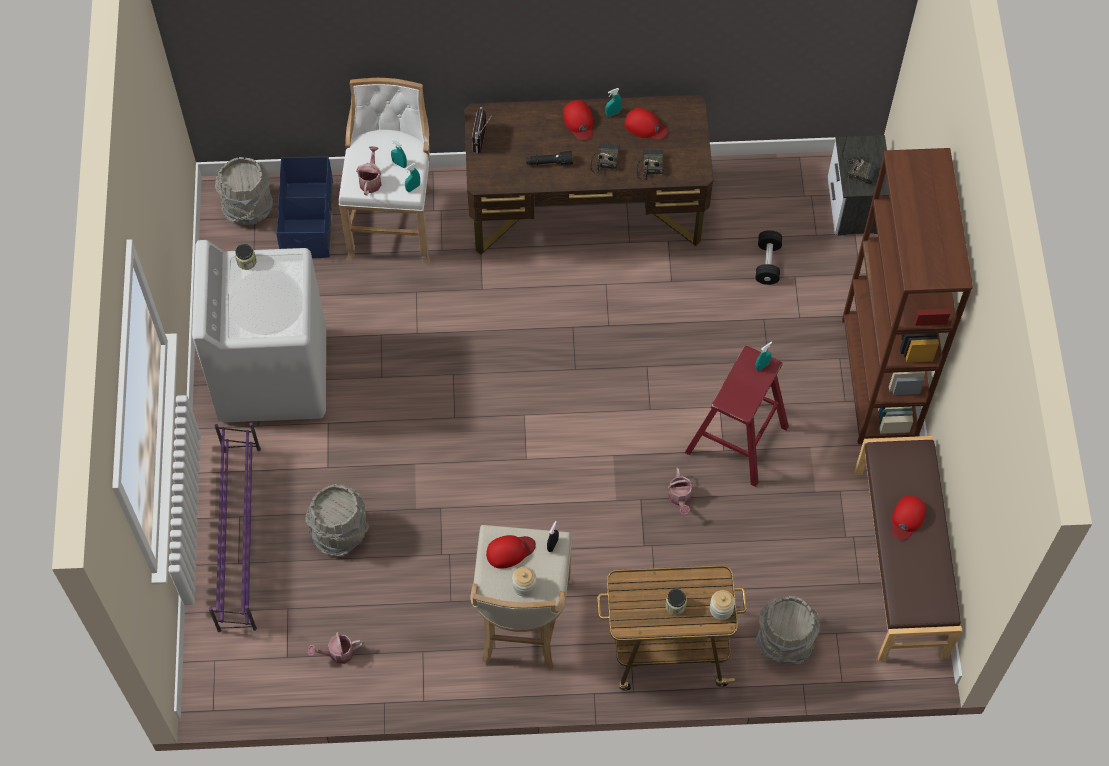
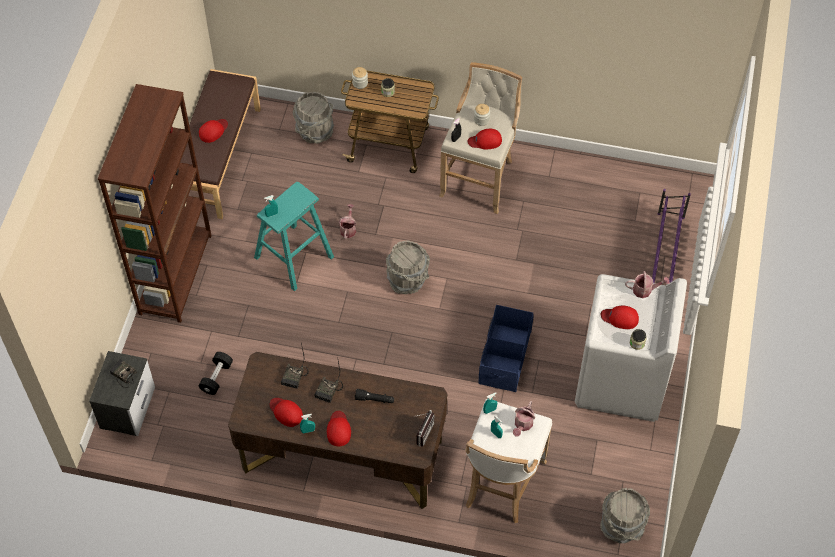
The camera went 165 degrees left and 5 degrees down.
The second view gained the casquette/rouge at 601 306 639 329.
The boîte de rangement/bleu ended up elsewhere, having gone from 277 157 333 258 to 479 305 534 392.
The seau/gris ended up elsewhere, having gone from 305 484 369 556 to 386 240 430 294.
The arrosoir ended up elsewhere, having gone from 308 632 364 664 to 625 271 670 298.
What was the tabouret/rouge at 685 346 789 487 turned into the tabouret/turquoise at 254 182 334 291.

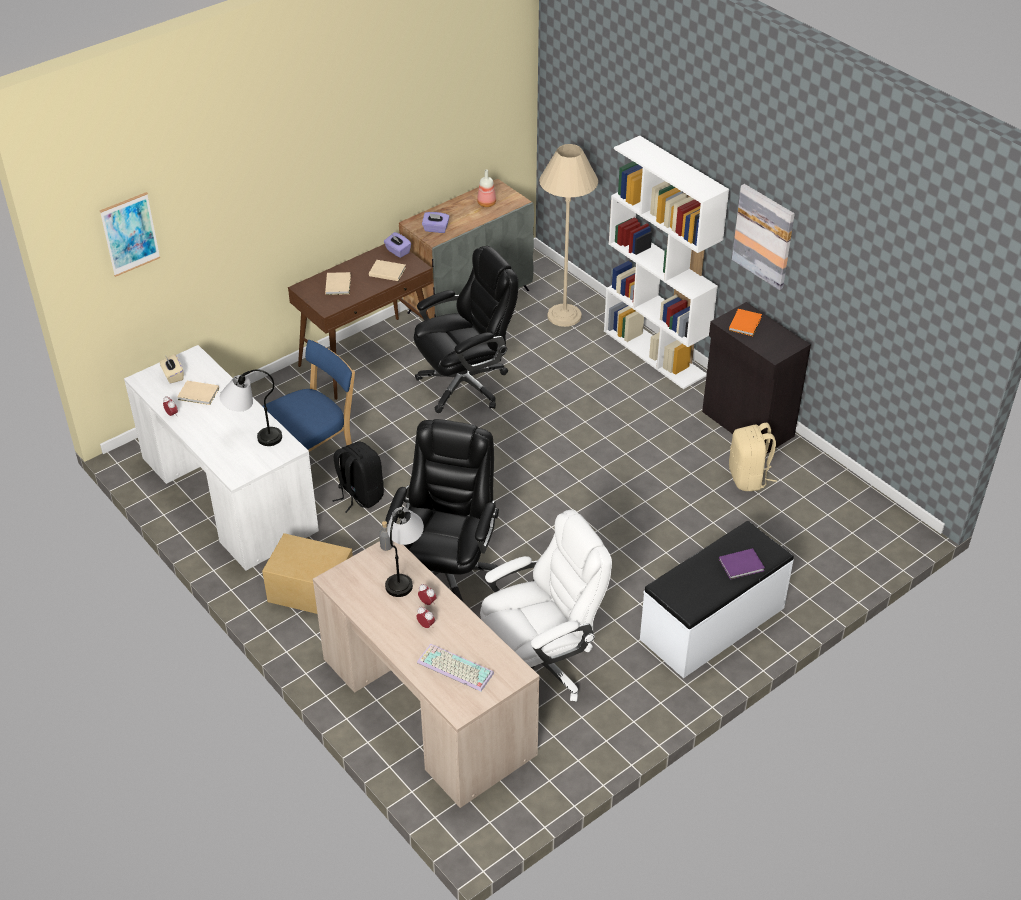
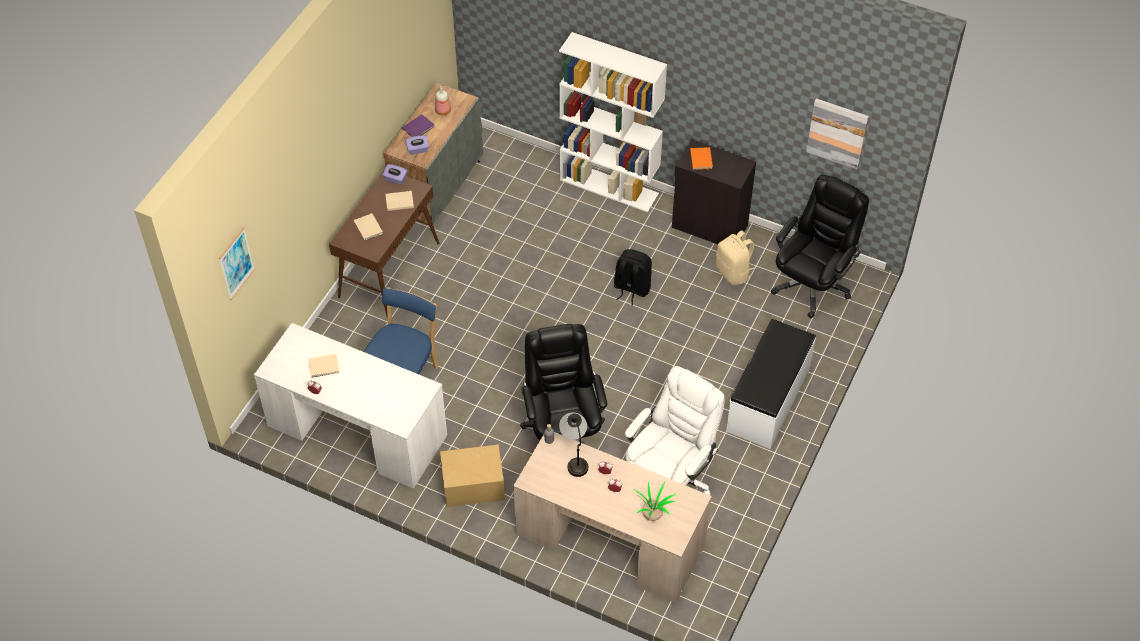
The camera went 25 degrees left and 10 degrees up.
The second view lost the boîte à mouchoirs/beige at 160 354 184 384.
The second view lost the lampe de table at 220 369 282 446.
The second view lost the lampadaire/beige at 539 144 598 327.
The sac à dos/noir ended up elsewhere, having gone from 332 441 384 513 to 614 249 652 305.
The chaise de bureau/noir ended up elsewhere, having gone from 414 246 518 413 to 771 174 869 318.
The livre/violet ended up elsewhere, having gone from 719 548 765 580 to 402 114 435 137.
The tableau ended up elsewhere, having gone from 732 184 795 290 to 806 98 869 169.
Where the clavier stood at 417 644 494 691, the plante en pot came to stand at 635 481 676 521.

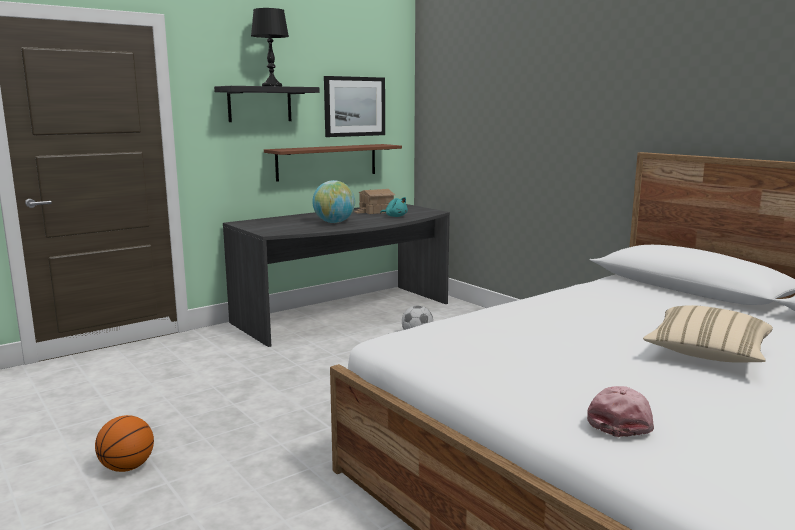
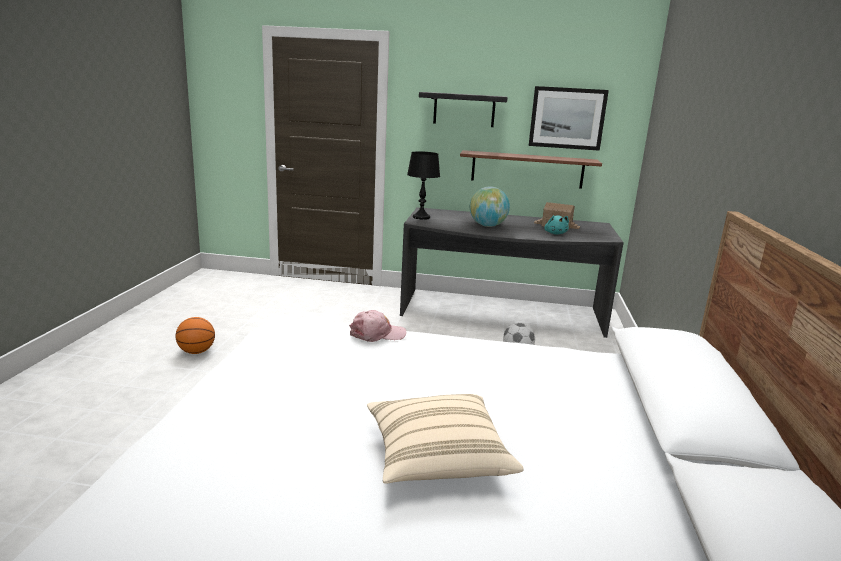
The camera went 45 degrees right and 5 degrees up.
The lampe de table/noir ended up elsewhere, having gone from 251 8 289 86 to 407 151 440 220.
The casquette/rose ended up elsewhere, having gone from 587 386 654 437 to 349 310 406 342.

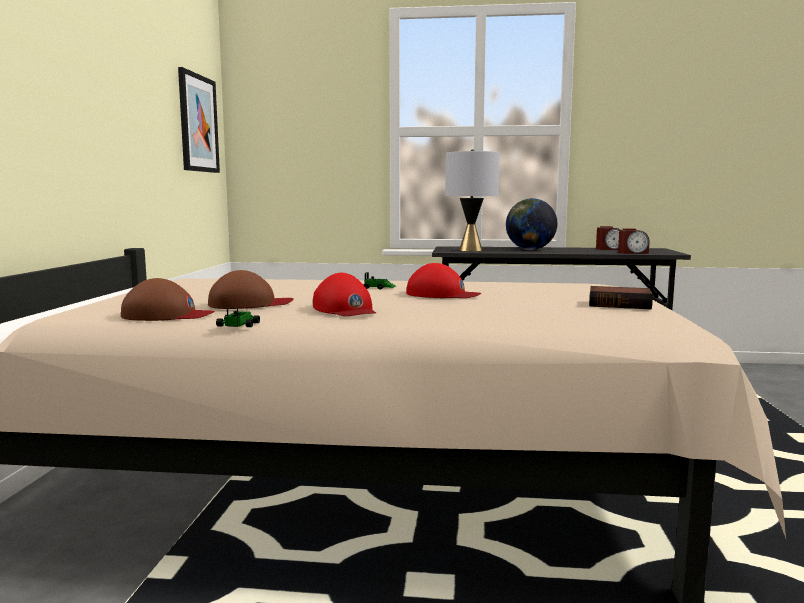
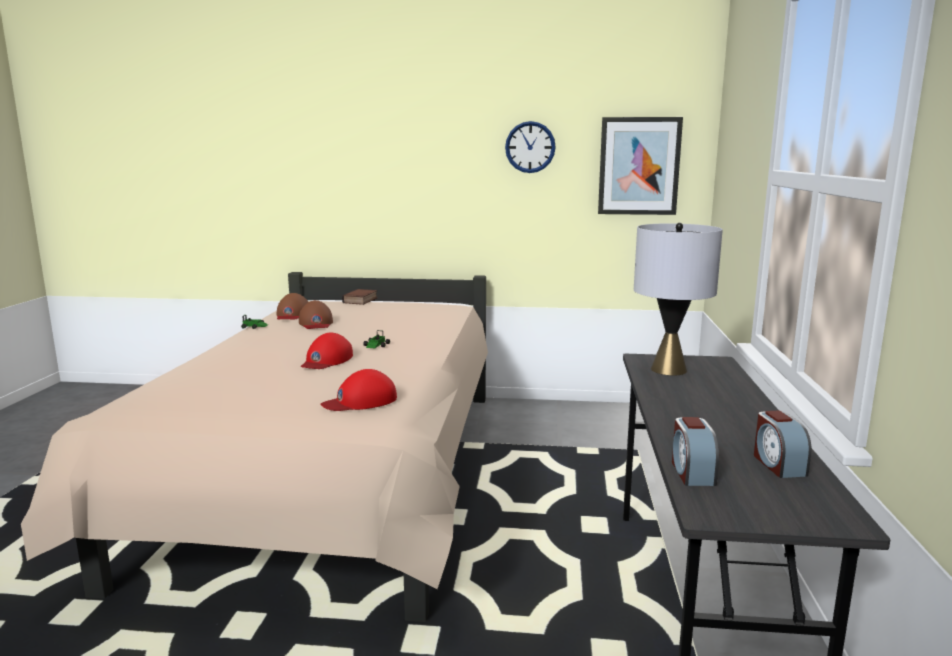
The camera went 90 degrees right and 5 degrees up.
The second view lost the globe at 506 198 557 250.
The second view gained the horloge murale at 505 121 556 173.
The casquette/rouge ended up elsewhere, having gone from 313 273 376 316 to 320 369 397 411.
The livre ended up elsewhere, having gone from 589 286 653 309 to 342 289 378 305.

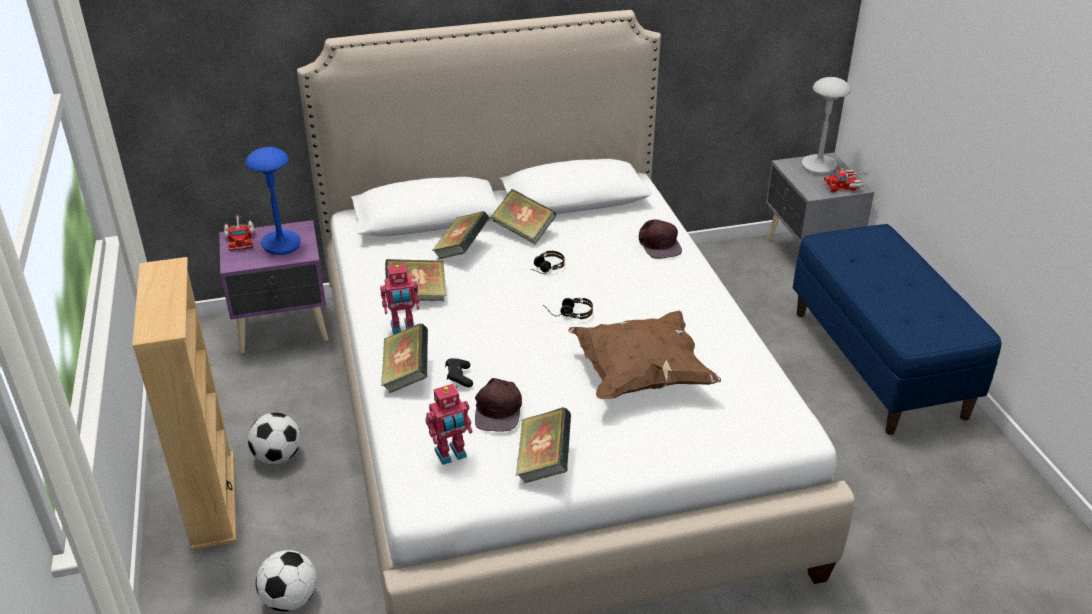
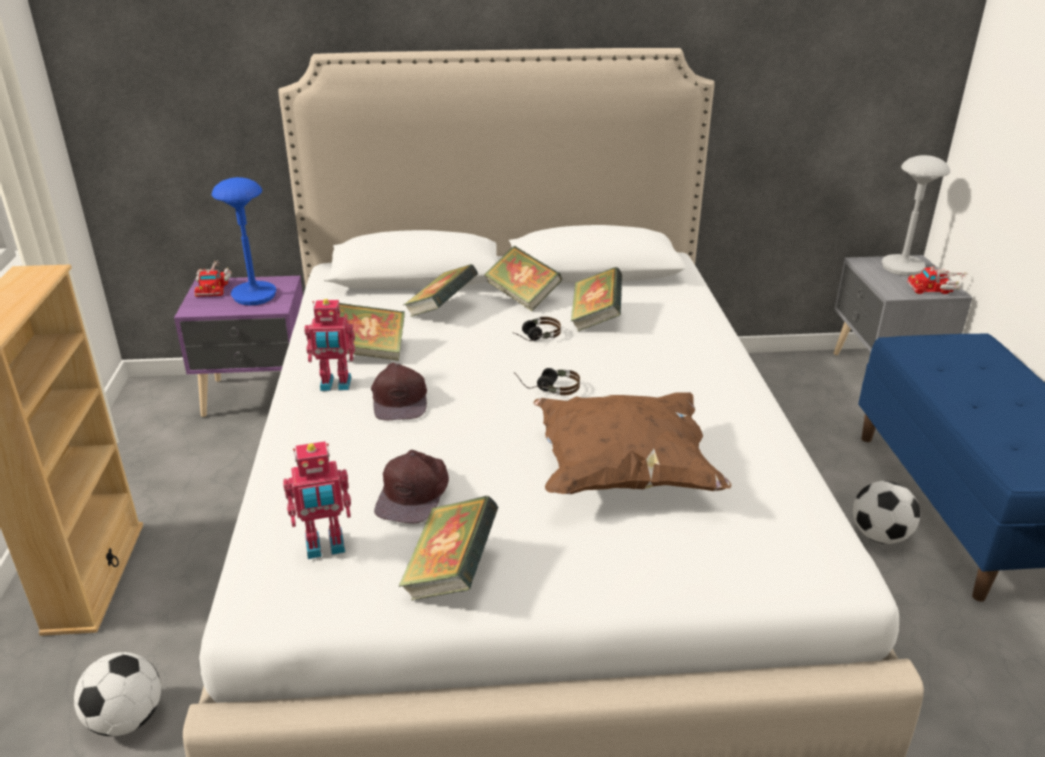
The camera went 10 degrees right and 5 degrees down.
The second view lost the manette/noir at 445 358 473 387.
The ballon de foot ended up elsewhere, having gone from 248 413 301 464 to 853 481 920 544.
The livre ended up elsewhere, having gone from 381 323 428 393 to 571 267 622 331.
The casquette/marron ended up elsewhere, having gone from 639 219 682 259 to 371 363 427 420.

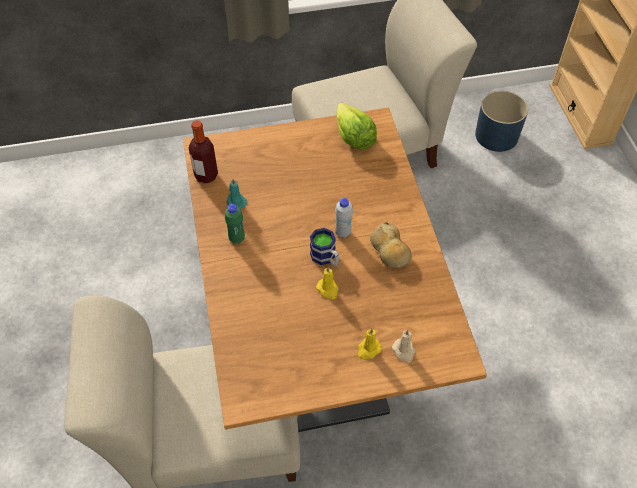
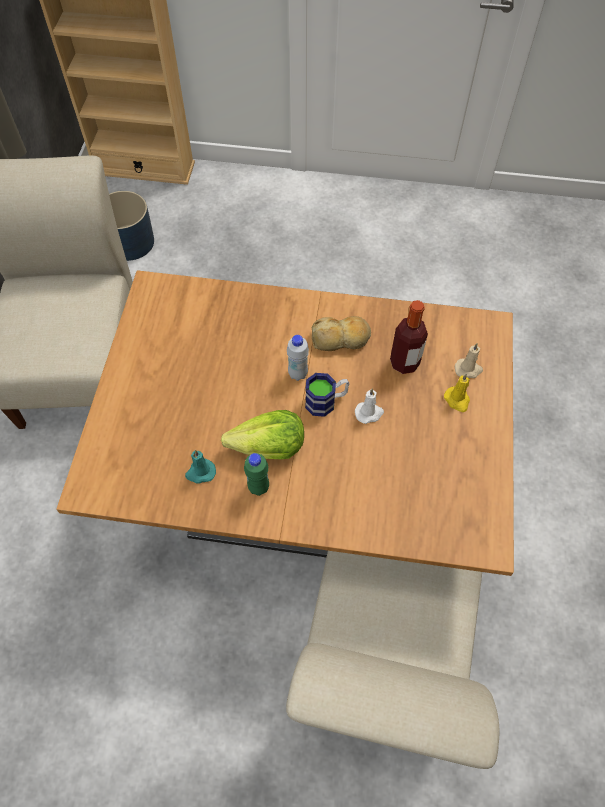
The camera went 70 degrees left and 5 degrees up.
The bouteille ended up elsewhere, having gone from 189 120 218 184 to 390 300 428 374.
The laitue ended up elsewhere, having gone from 336 103 377 150 to 221 410 304 459.
What was the bougie/jaune at 316 267 338 299 turned into the bougie/blanc at 355 388 384 424.

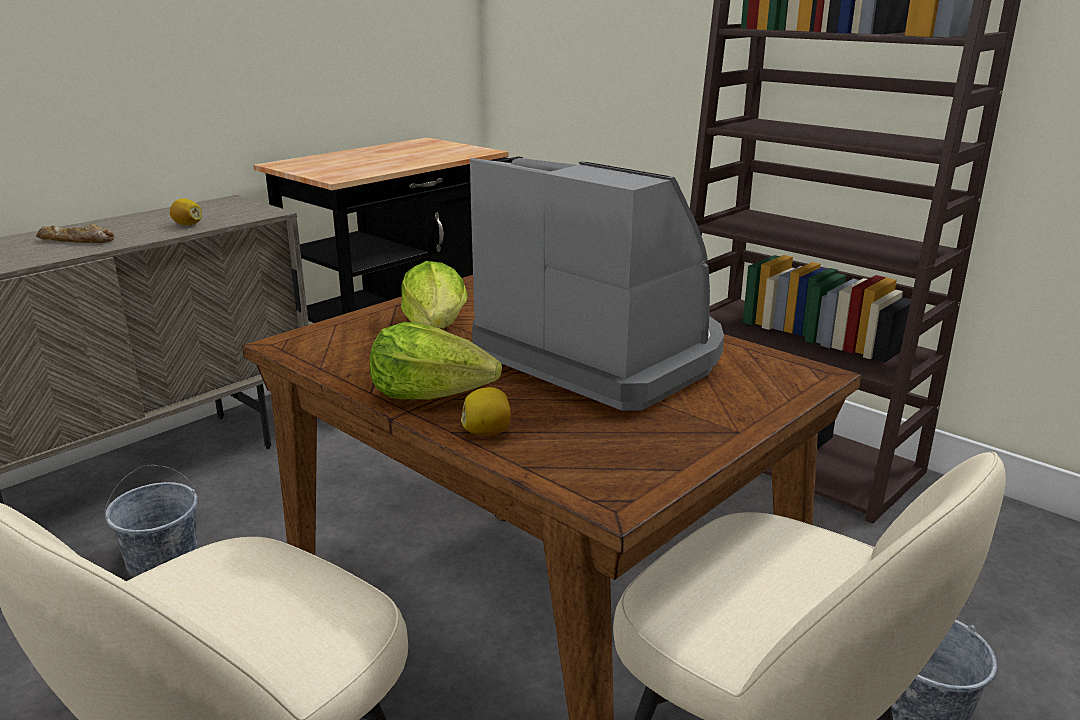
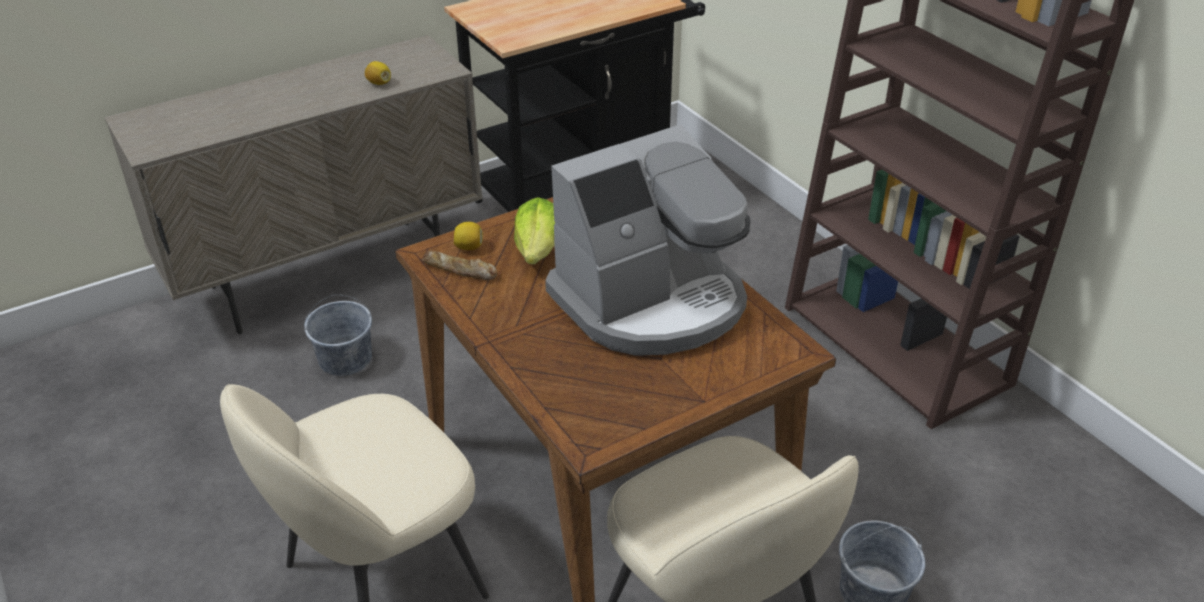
The camera went 15 degrees right and 15 degrees up.
The second view lost the laitue at 370 322 502 400.
The pain ended up elsewhere, having gone from 36 223 114 243 to 422 250 497 280.
The citron ended up elsewhere, having gone from 461 387 510 436 to 454 222 483 250.
The machine à café at 470 158 724 411 ended up facing another way, 90 degrees clockwise from before.

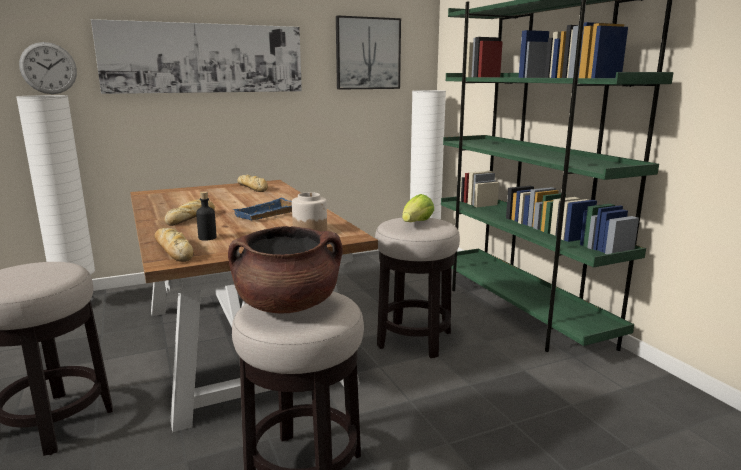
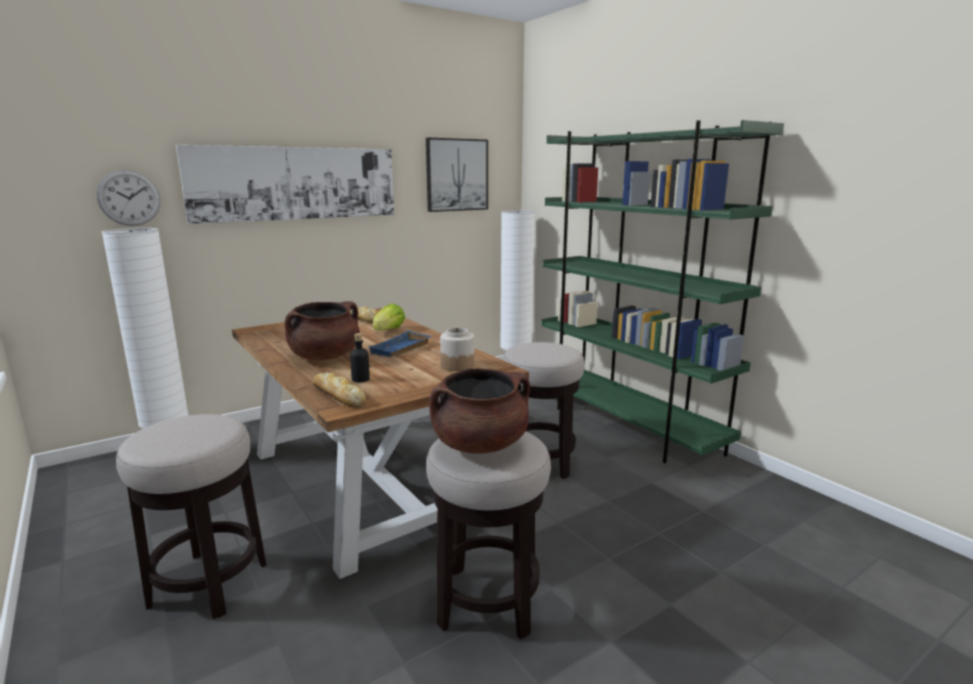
The camera went 10 degrees left and 0 degrees up.
The laitue ended up elsewhere, having gone from 402 194 434 222 to 373 303 405 331.
Where the pain stood at 164 199 215 226, the marmite/marron came to stand at 284 301 360 360.

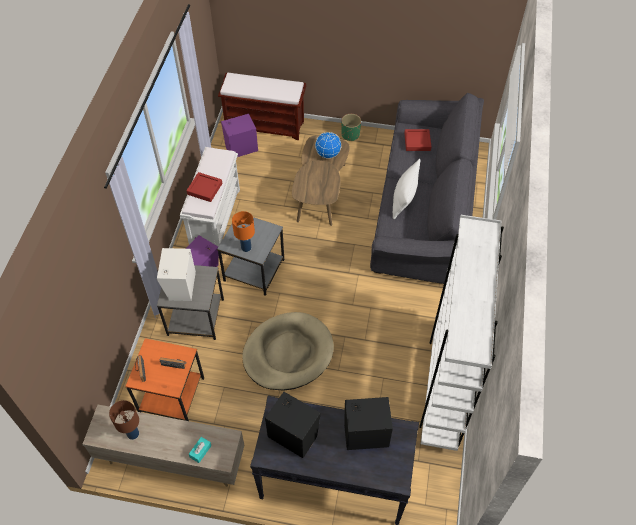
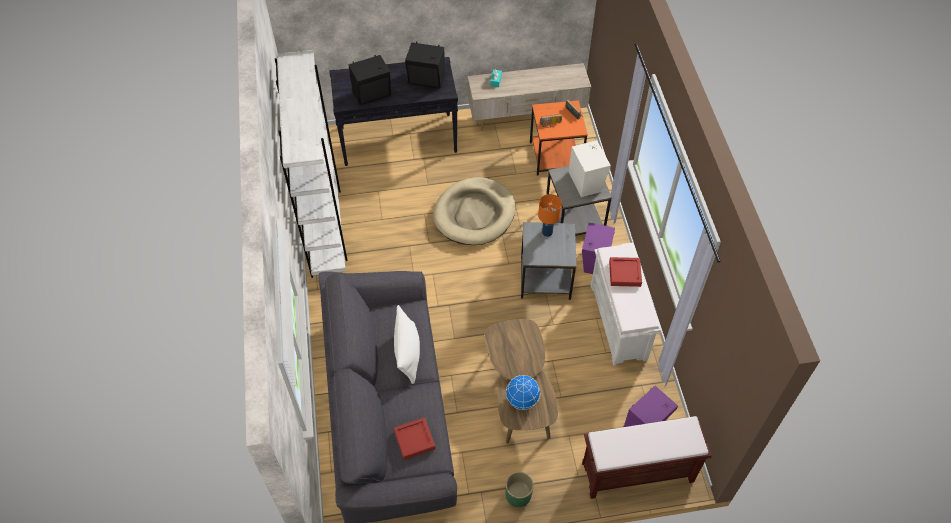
The camera went 160 degrees right and 0 degrees up.
The second view lost the lampe de table/marron at 109 400 139 440.

